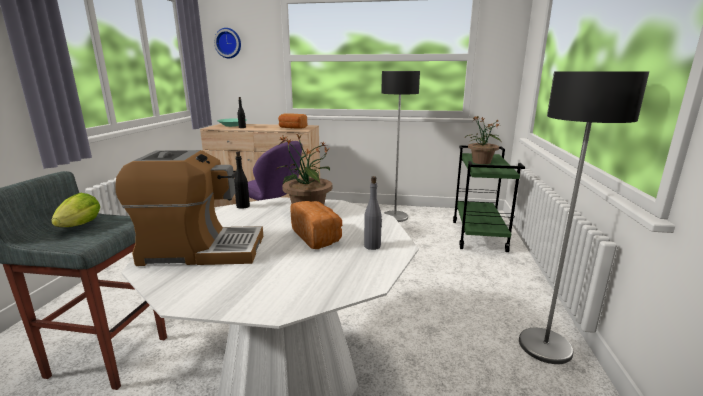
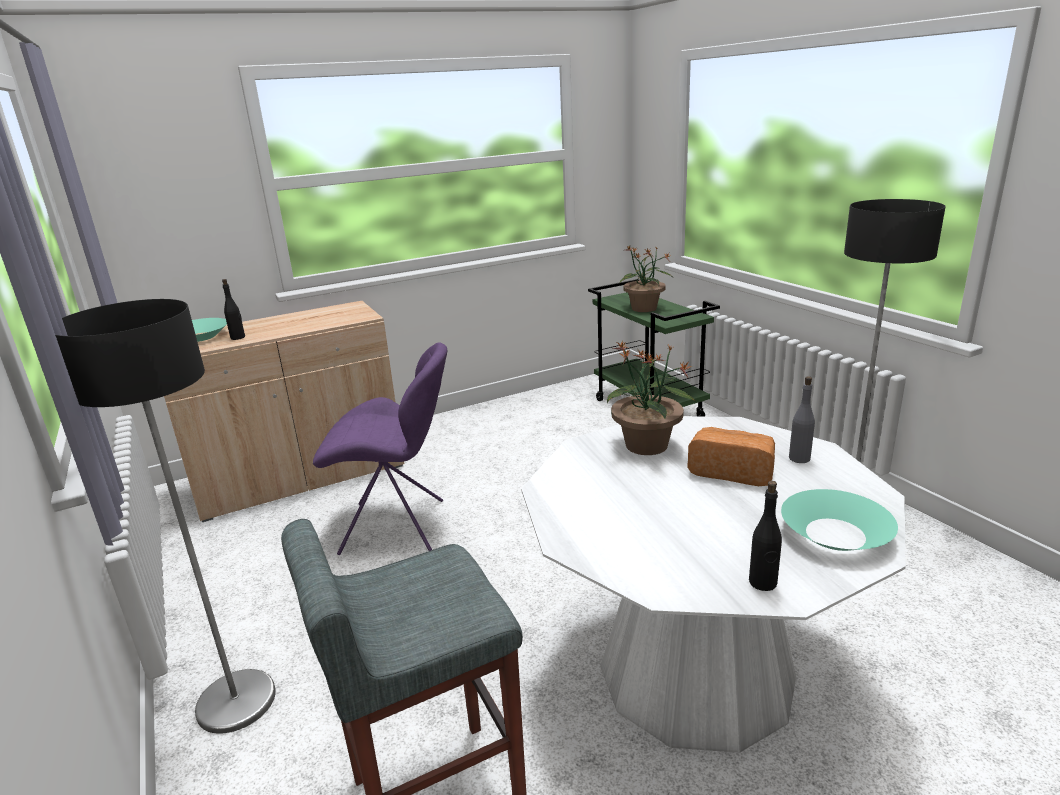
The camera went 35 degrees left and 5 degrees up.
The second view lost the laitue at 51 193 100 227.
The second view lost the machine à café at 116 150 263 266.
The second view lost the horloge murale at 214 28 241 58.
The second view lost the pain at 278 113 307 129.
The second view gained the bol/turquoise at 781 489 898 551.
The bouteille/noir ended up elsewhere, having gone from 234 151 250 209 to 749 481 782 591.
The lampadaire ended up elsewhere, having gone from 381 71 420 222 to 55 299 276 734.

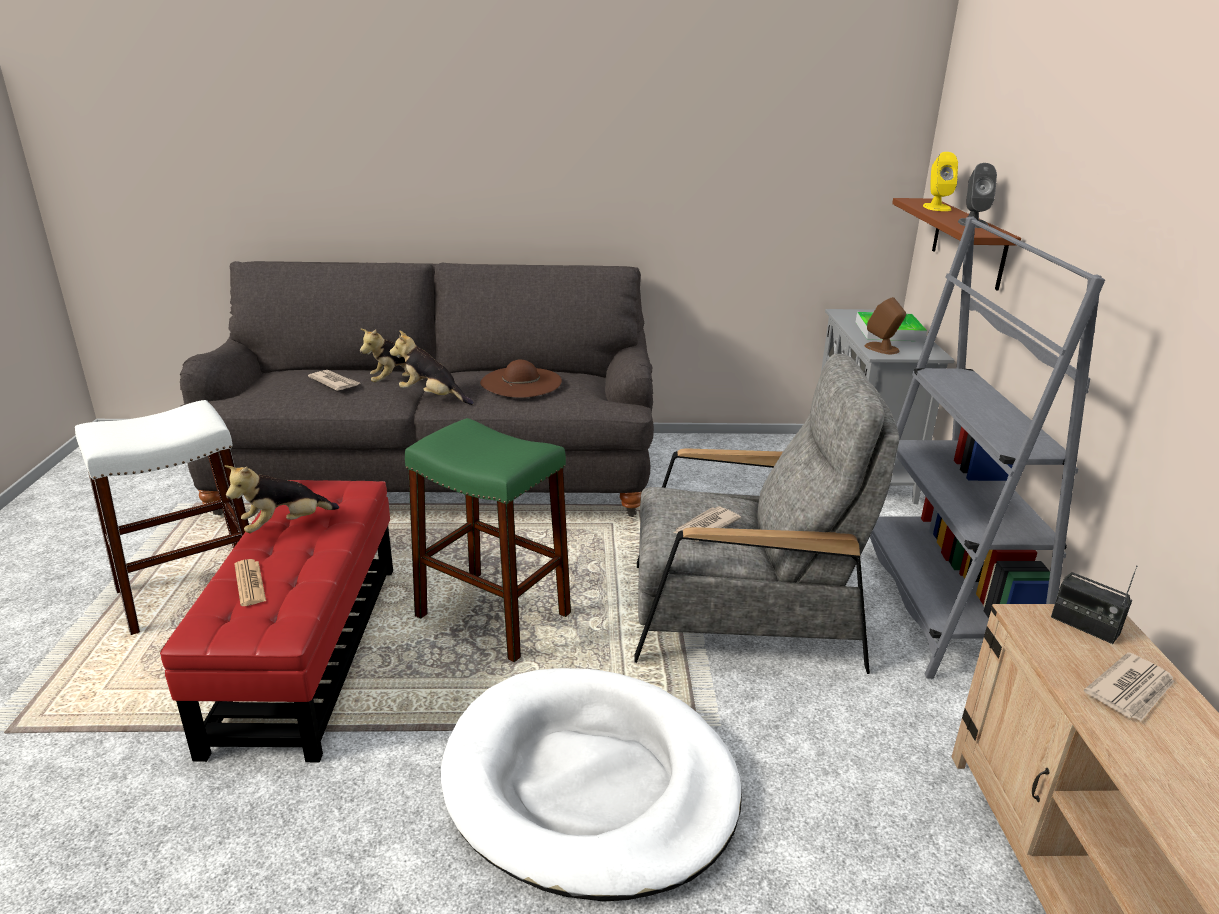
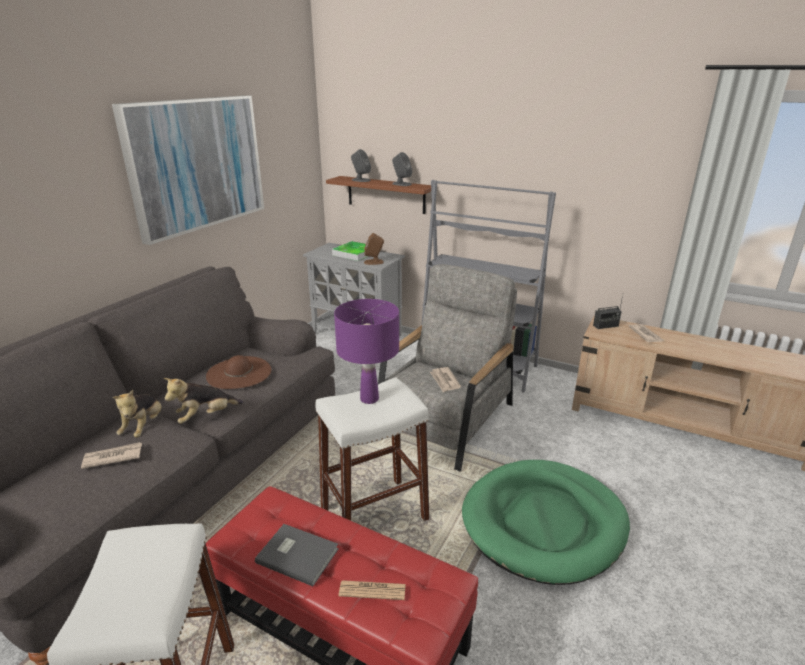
The camera went 60 degrees left and 0 degrees up.
The second view gained the tableau at 112 95 264 245.
The second view gained the lampe de table/violet at 334 299 399 404.
Where the peluche stood at 224 465 339 533, the livre/gris came to stand at 255 524 339 586.
What was the tabouret/vert at 405 418 571 662 turned into the tabouret/blanc at 315 377 430 521.
What was the panier pour chien/blanc at 441 668 742 902 turned into the panier pour chien/vert at 462 460 630 585.
What was the enceinte/jaune at 923 152 958 211 turned into the enceinte/gris at 351 149 371 182.

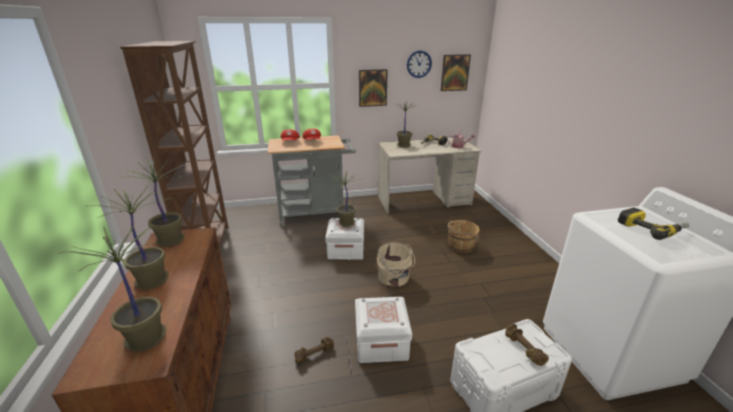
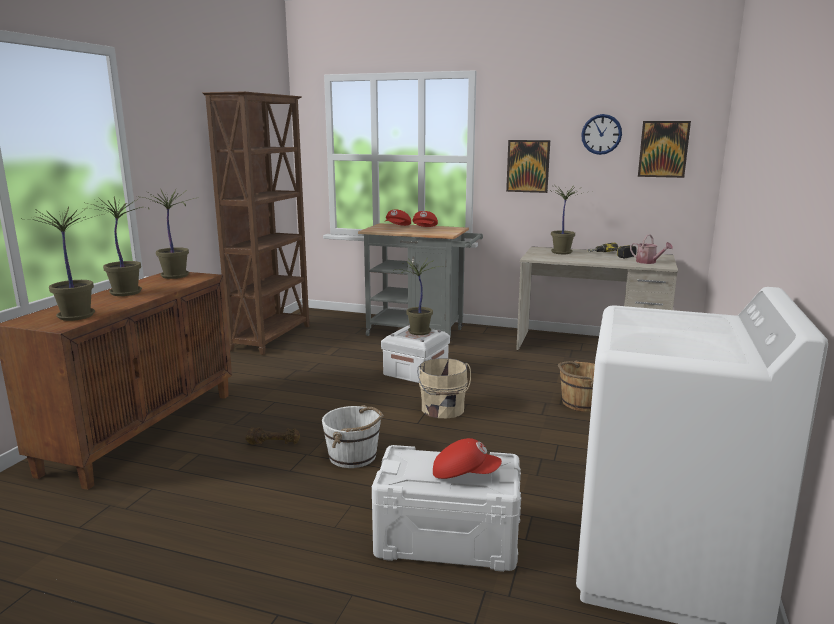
The camera went 30 degrees right and 10 degrees down.
The second view lost the perceuse at 618 207 690 240.
Where the boîte de rangement/blanc stood at 355 297 412 363, the seau/blanc came to stand at 322 405 383 468.
Where the haltère/marron stood at 505 324 549 366, the casquette/rouge came to stand at 433 438 502 479.

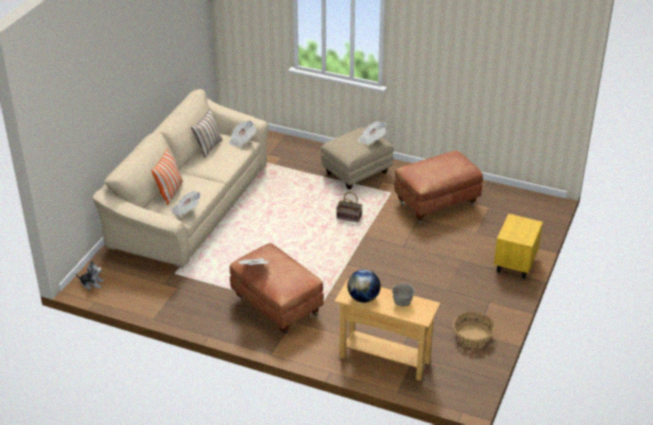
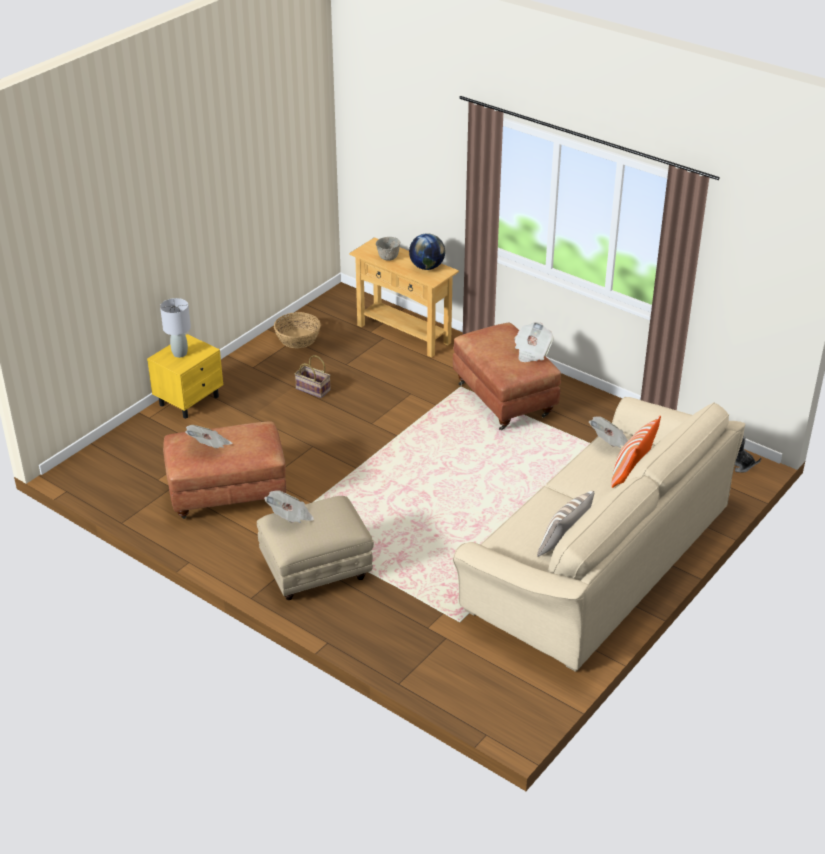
The camera went 165 degrees left and 0 degrees up.
The second view gained the lampe de table/gris at 160 298 191 358.
The journal ended up elsewhere, having gone from 228 121 256 147 to 185 425 233 449.
The panier ended up elsewhere, having gone from 336 192 362 223 to 294 355 331 398.

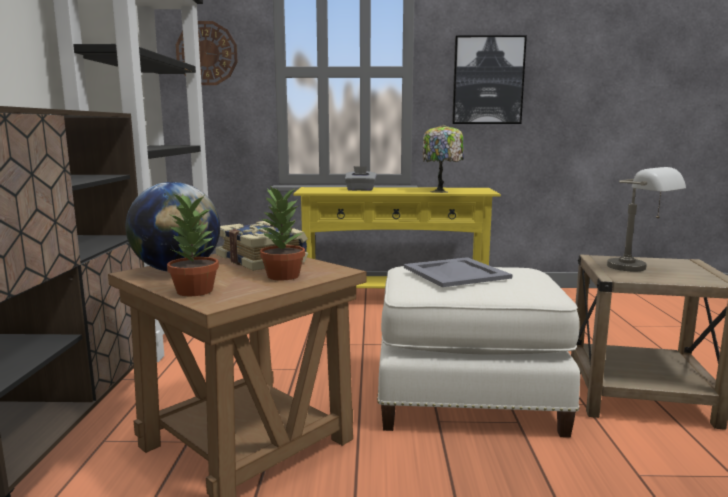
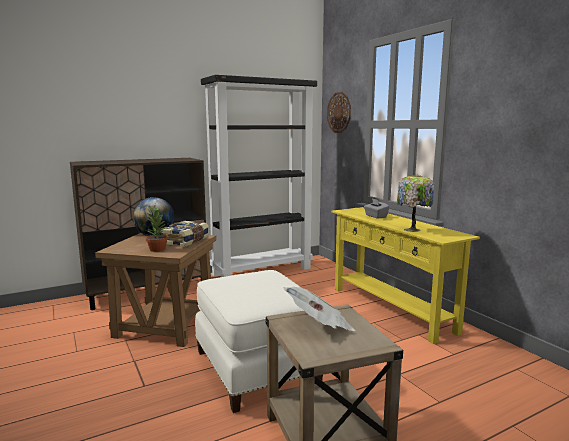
The camera went 60 degrees right and 0 degrees up.
The second view lost the plante en pot at 167 192 219 296.
The second view lost the plateau/gris at 404 257 512 287.
The second view lost the tableau at 452 35 527 124.
Where the lampe de table/gris stood at 607 167 686 272, the journal came to stand at 284 287 356 331.

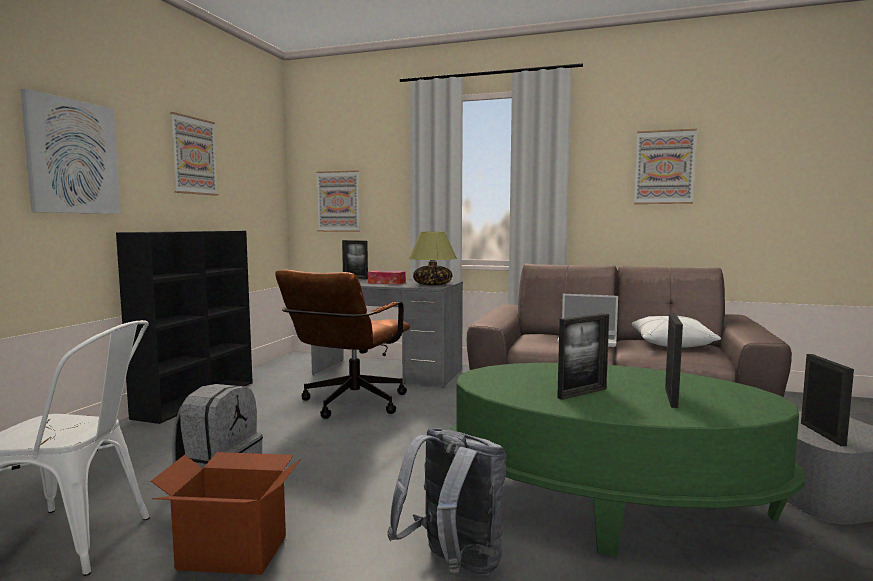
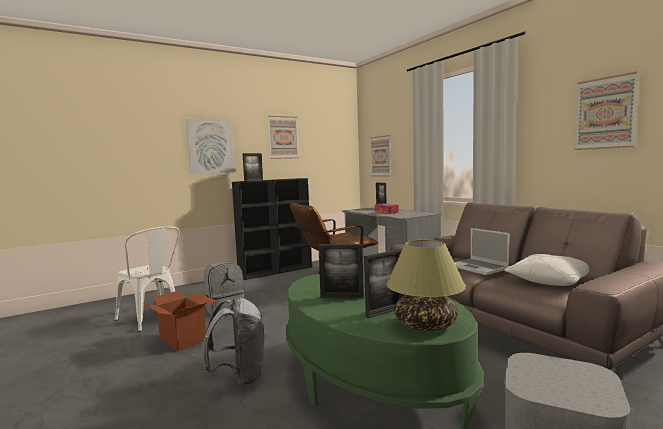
The camera went 40 degrees right and 0 degrees up.
The lampe de table ended up elsewhere, having gone from 408 232 457 286 to 386 240 466 331.
The cadre photo ended up elsewhere, having gone from 801 354 854 446 to 242 153 263 181.

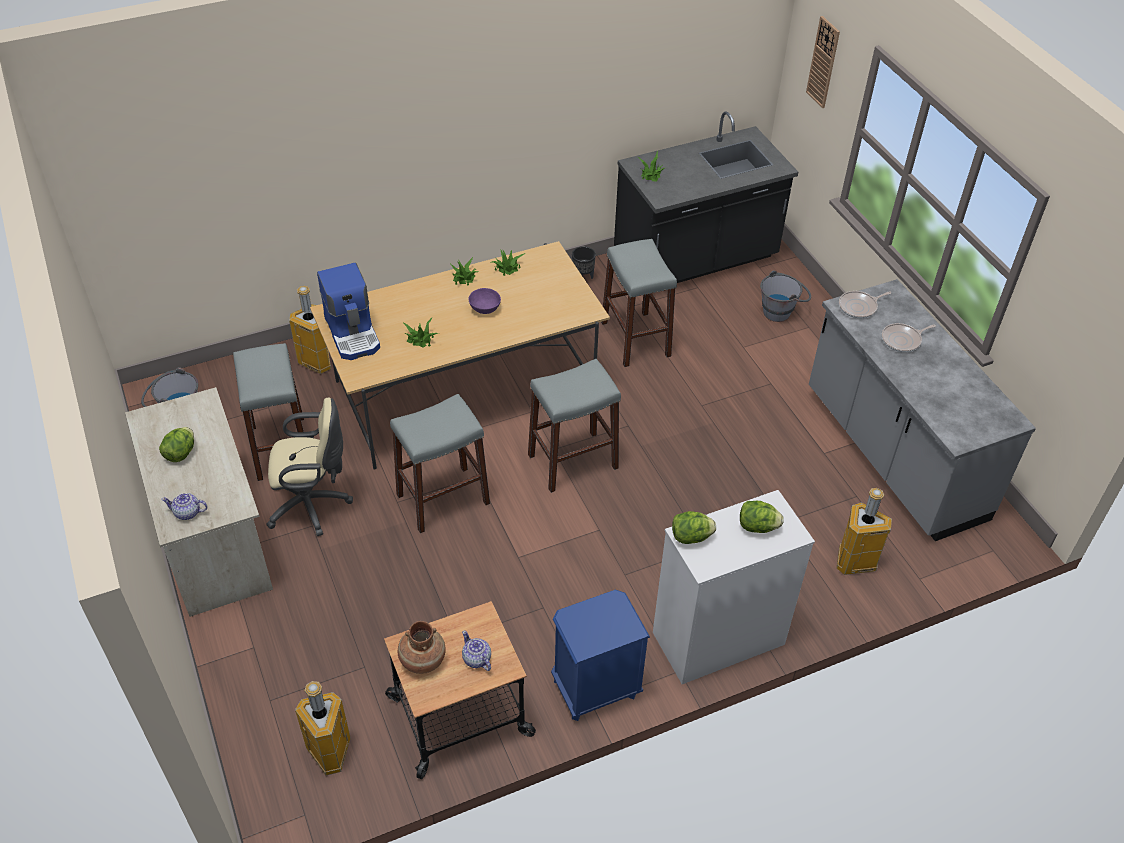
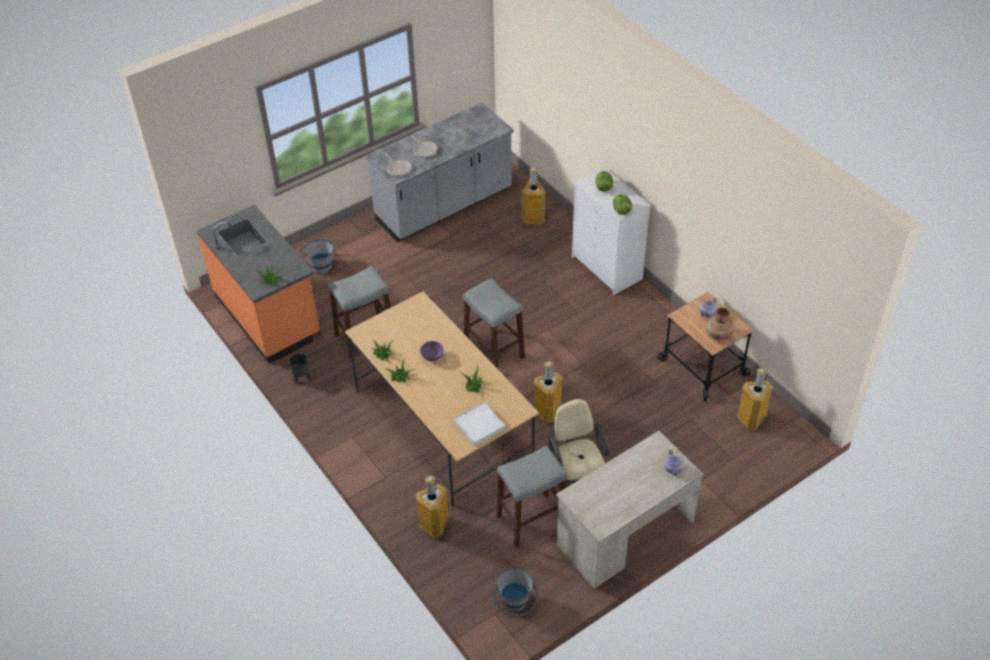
The camera went 100 degrees left and 0 degrees up.
The second view lost the laitue at 159 427 194 462.
The second view lost the table de chevet/bleu at 551 590 650 721.
The second view lost the horloge murale at 806 16 840 108.
Where the machine à café stood at 317 262 380 360, the plateau/blanc came to stand at 453 401 506 446.
Where the tabouret/gris stood at 390 394 490 533, the poubelle came to stand at 534 361 563 423.
What was the comptoir de cuisine/noir at 614 111 798 283 turned into the comptoir de cuisine/orange at 197 205 320 364.

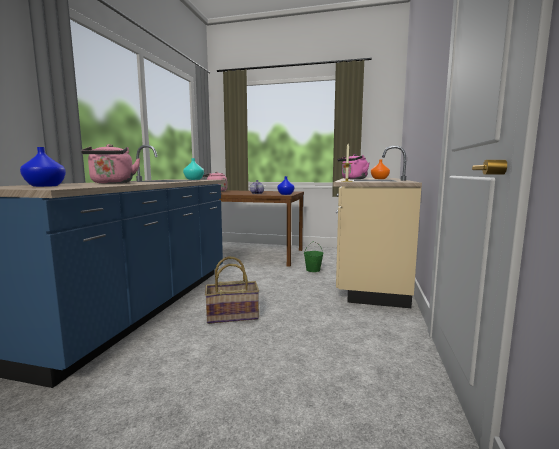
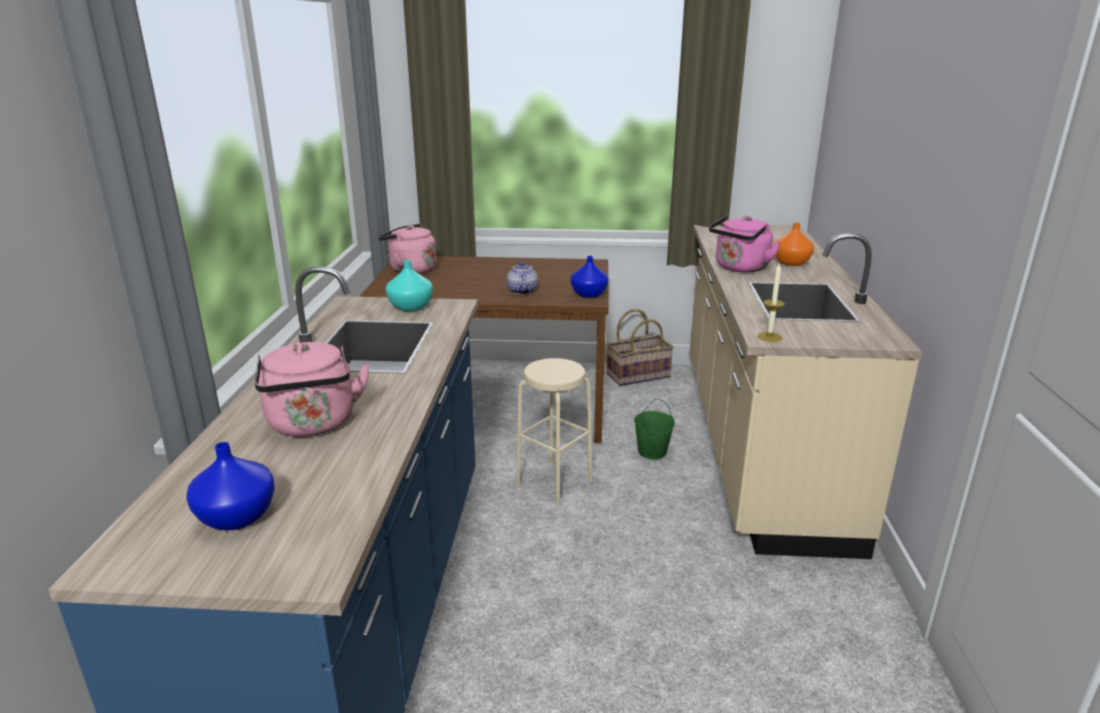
The camera went 10 degrees left and 15 degrees up.
The second view gained the tabouret/beige at 516 358 592 506.
The panier ended up elsewhere, having gone from 205 256 259 324 to 607 309 674 386.

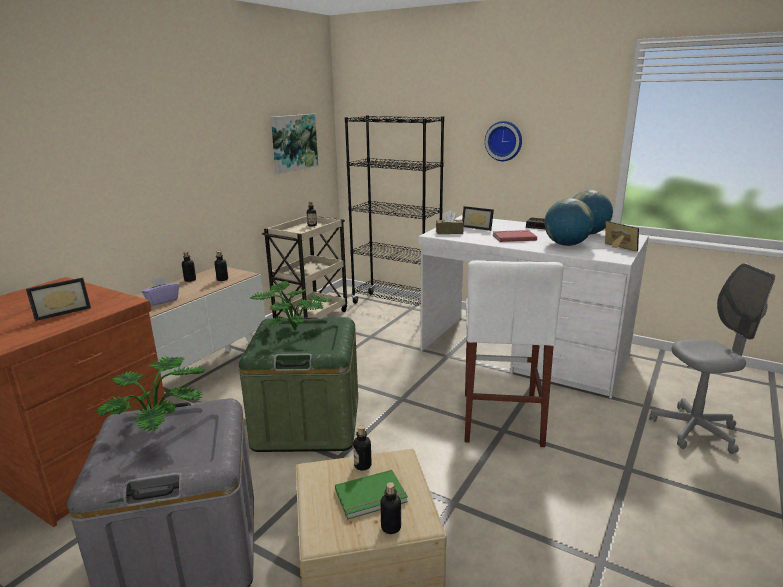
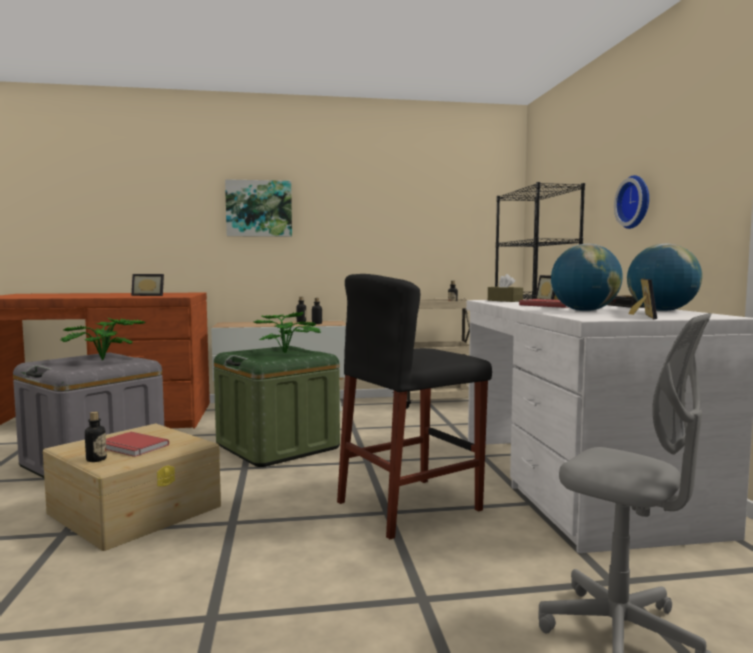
The camera went 50 degrees right and 15 degrees down.
The second view lost the boîte à mouchoirs/violet at 142 276 179 306.
The second view lost the bouteille at 353 426 372 471.
The tableau ended up elsewhere, having gone from 271 114 318 174 to 225 179 292 237.
What was the livre/vert at 335 470 408 520 turned into the livre/rouge at 106 432 169 457.
What was the tabouret/blanc at 465 260 564 447 turned into the tabouret/noir at 337 274 492 539.

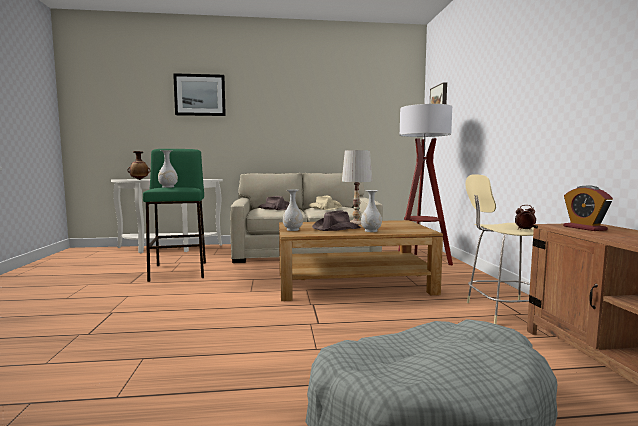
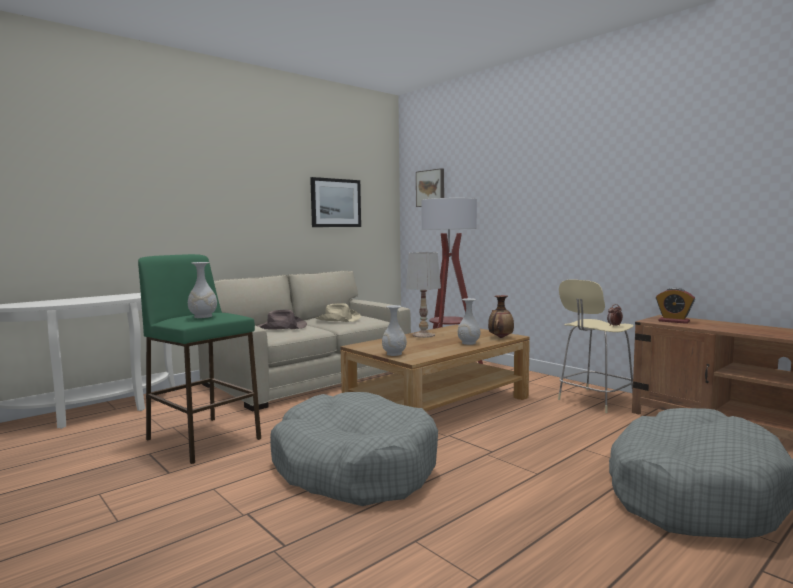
The camera went 35 degrees left and 0 degrees up.
The second view lost the chapeau/marron at 312 210 361 231.
The second view gained the panier pour chien/gris at 270 392 438 506.
The vase ended up elsewhere, having gone from 127 151 151 180 to 488 295 514 338.
The tableau ended up elsewhere, having gone from 173 73 226 116 to 310 177 361 227.

